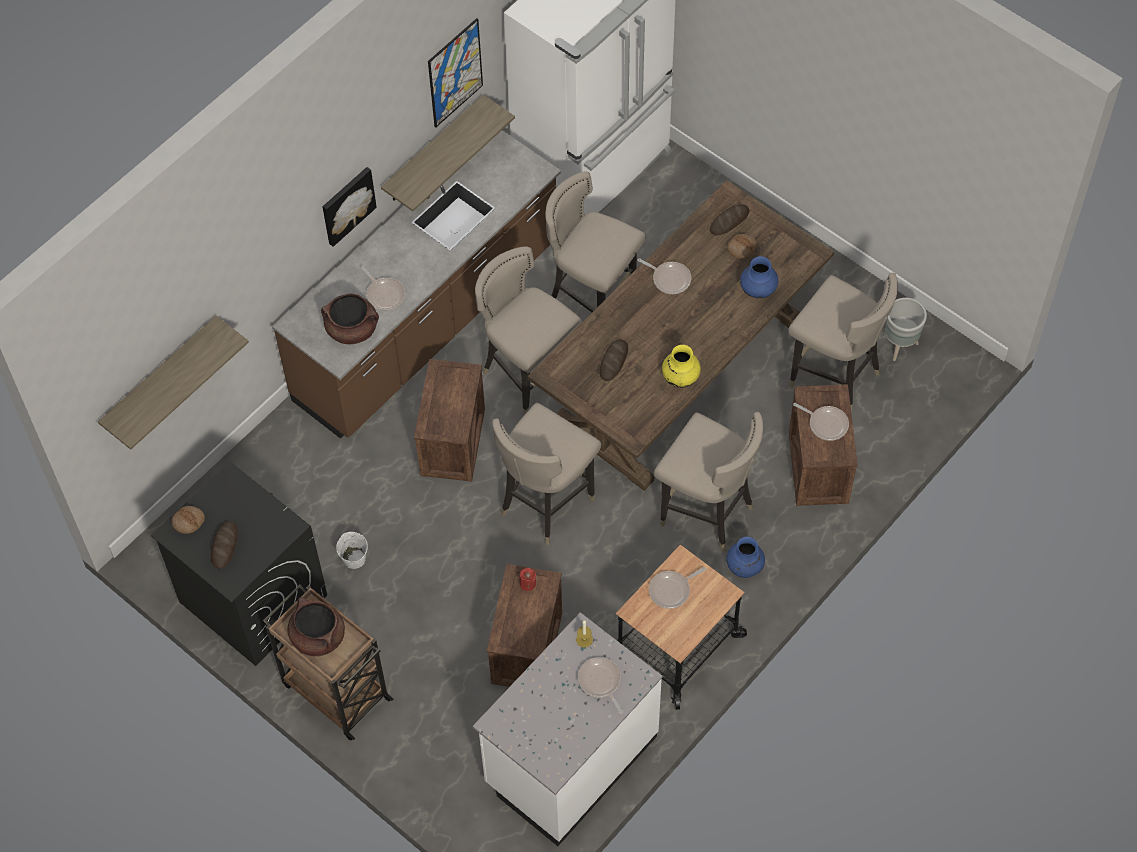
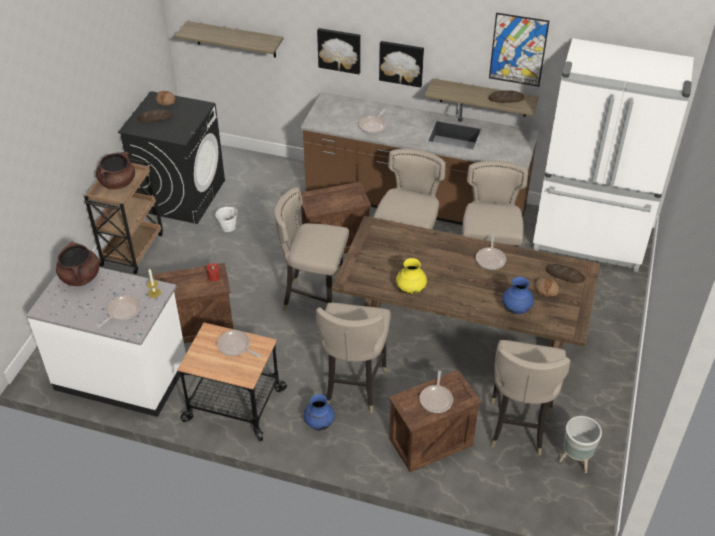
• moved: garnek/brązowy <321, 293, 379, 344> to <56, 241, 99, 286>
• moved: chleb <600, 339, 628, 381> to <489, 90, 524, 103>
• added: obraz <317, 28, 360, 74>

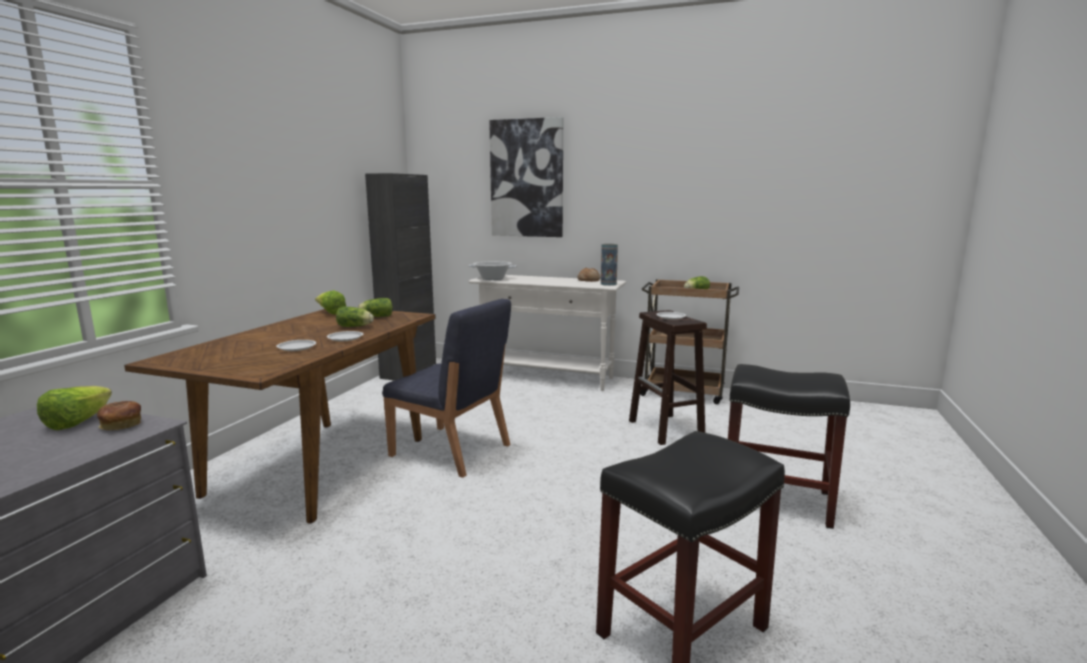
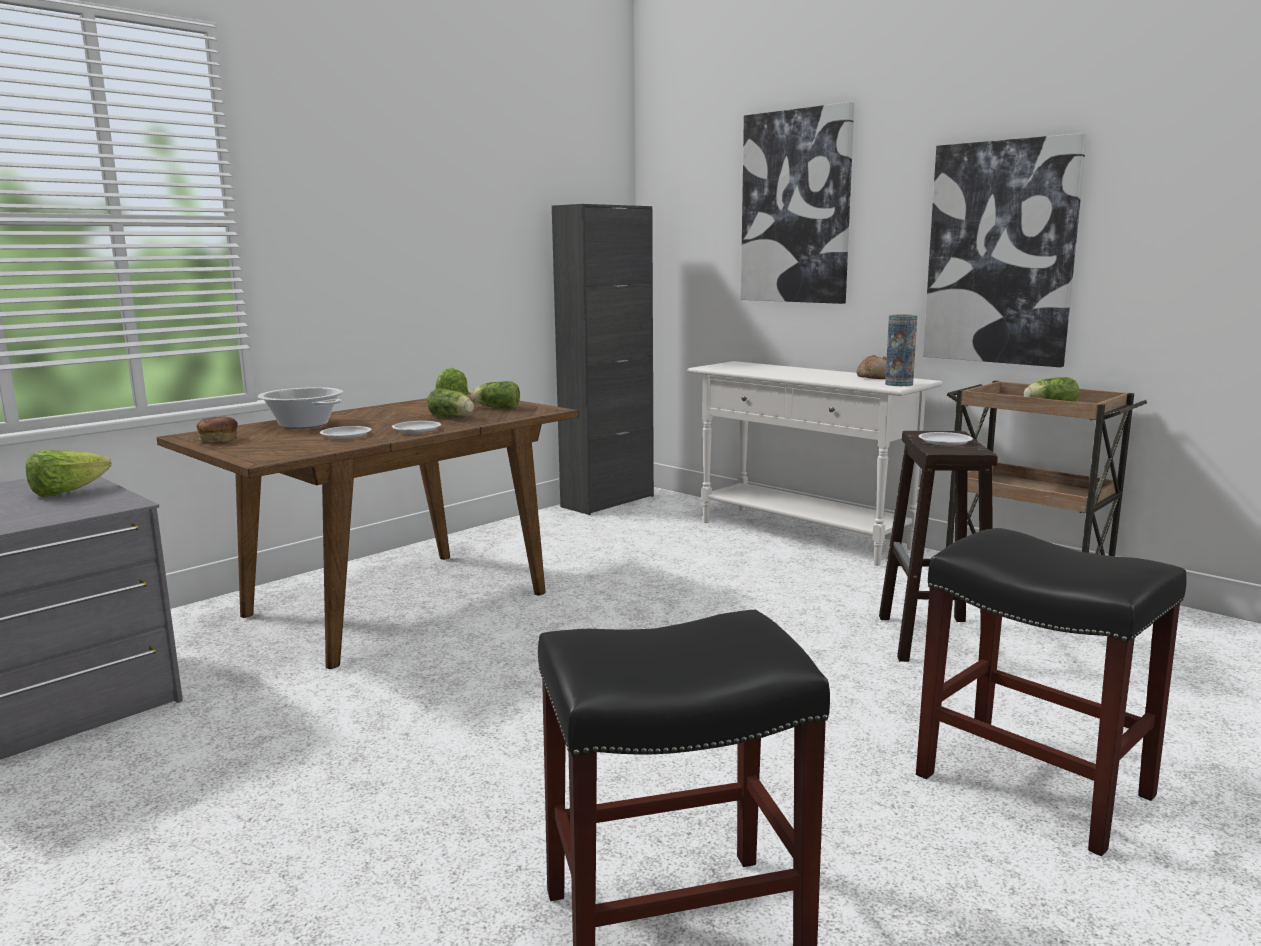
• moved: chleb <97, 401, 141, 430> to <196, 416, 238, 442>
• removed: krzesło/niebieski <382, 299, 511, 478>
• moved: garnek <468, 261, 517, 280> to <257, 387, 343, 429>
• added: obraz <923, 133, 1087, 367>

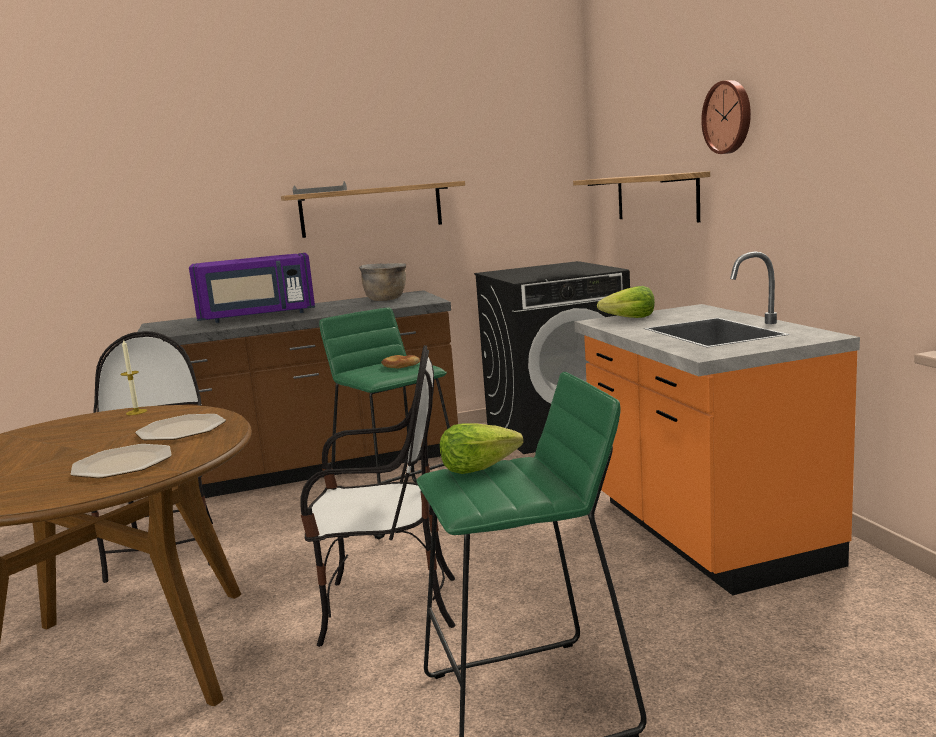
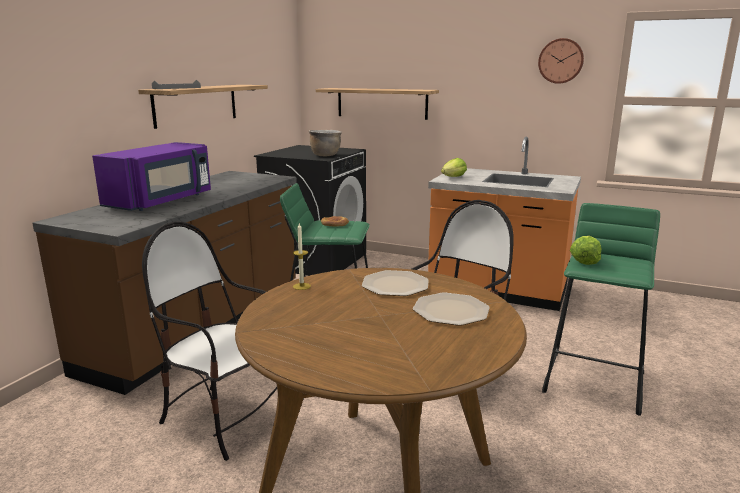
• moved: garnek/brązowy <359, 263, 406, 301> to <309, 130, 342, 156>
• moved: zegar ścienny <701, 80, 751, 154> to <538, 38, 584, 84>

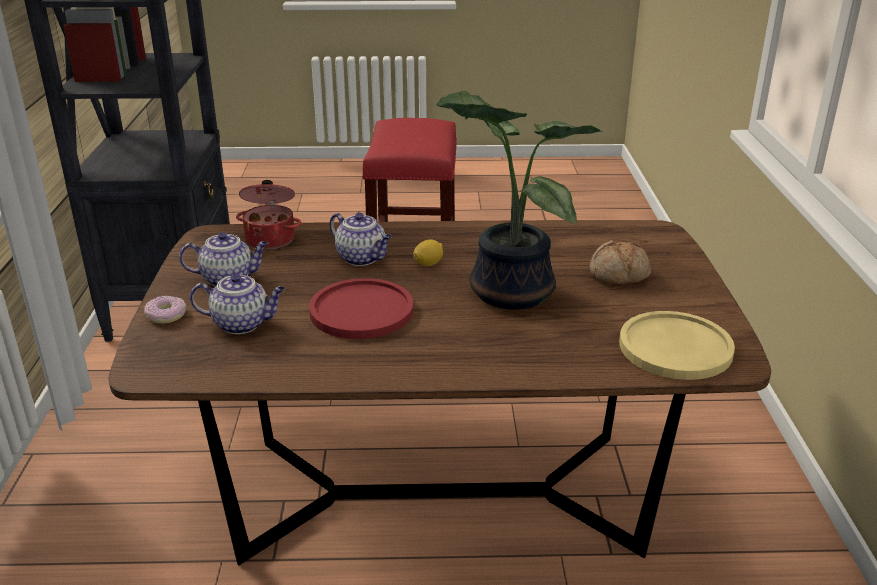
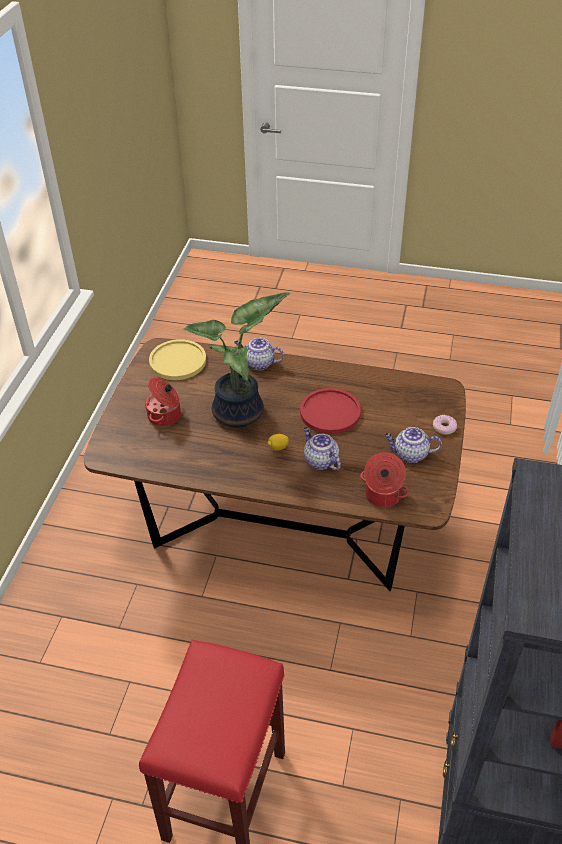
• moved: imbryk <190, 274, 285, 334> to <234, 338, 284, 370>
• replaced: chleb <590, 240, 651, 285> to garnek <145, 377, 181, 427>

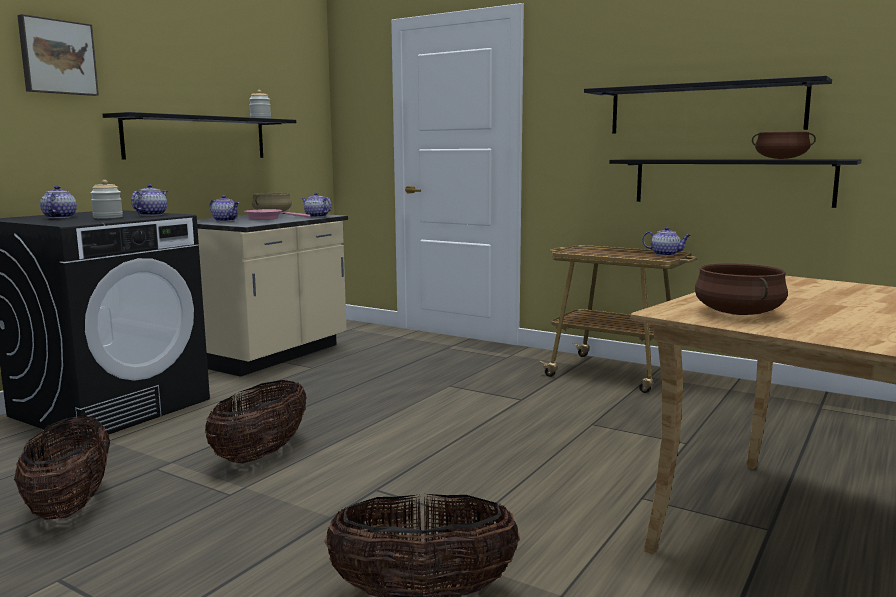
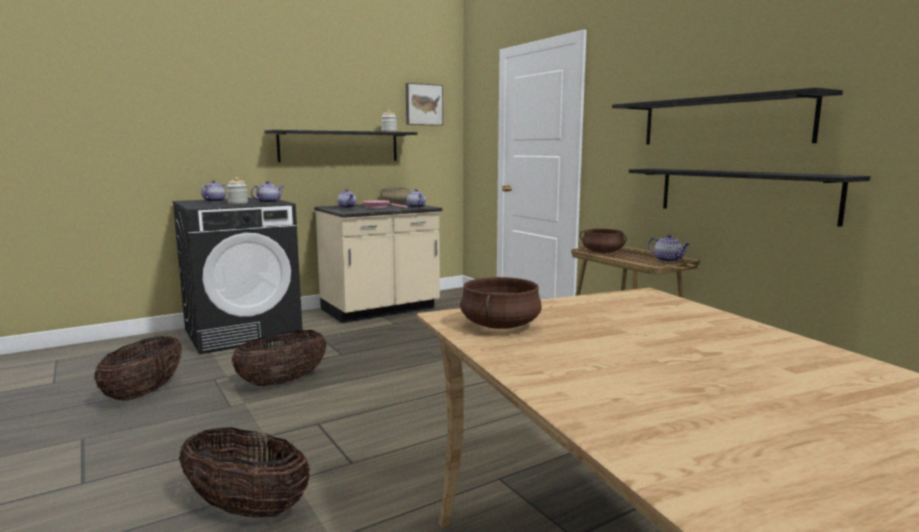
• moved: obraz <17, 14, 99, 96> to <406, 83, 443, 126>
• moved: garnek/brązowy <752, 132, 816, 159> to <580, 229, 627, 253>

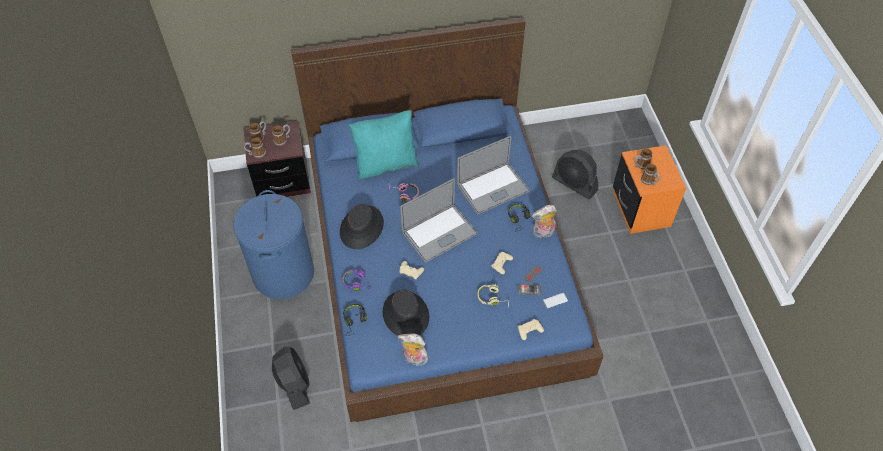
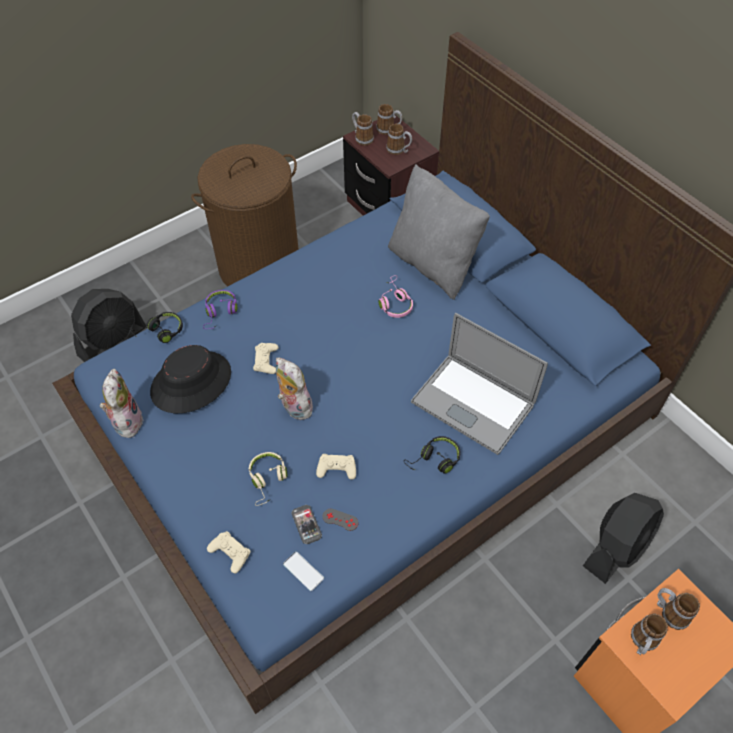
• recoloured: kosz na pranie/niebieski <233, 190, 314, 299> to kosz na pranie/brązowy <191, 144, 298, 286>
• removed: kapelusz/czarny <340, 204, 384, 249>
• recoloured: poduszka/turkusowy <349, 110, 419, 180> to poduszka/szary <388, 164, 490, 300>
• removed: laptop <400, 178, 478, 263>
• moved: pluszak <532, 205, 557, 238> to <276, 358, 313, 420>
• turned: wentylator/czarny <552, 150, 598, 199> = <583, 493, 664, 584> 150 degrees counterclockwise

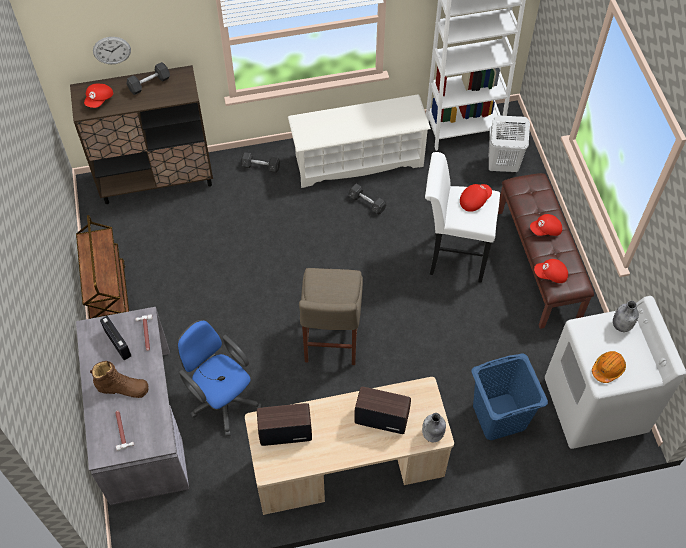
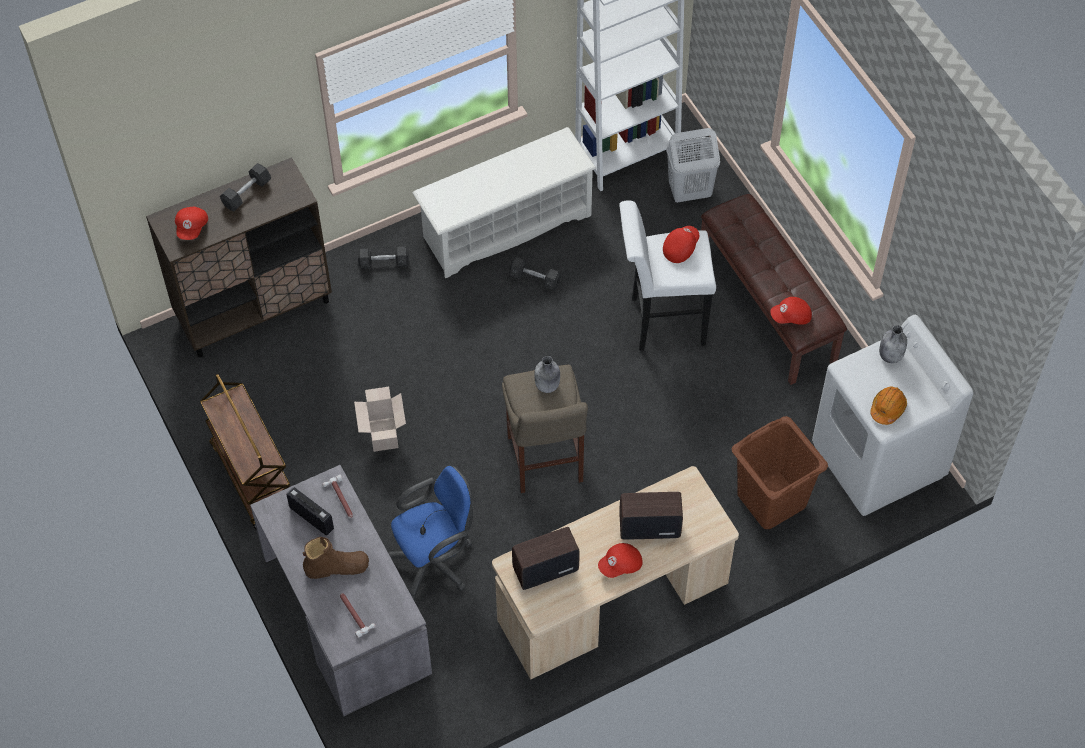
• removed: zegar ścienny <93, 37, 131, 64>
• turned: krzesło biurowe/niebieski <177, 320, 262, 436> = <388, 466, 473, 600> 120 degrees clockwise
• moved: butelka/szary <422, 413, 446, 442> to <534, 356, 560, 393>
• recoloured: kosz na pranie/niebieski <472, 353, 548, 440> to kosz na pranie/brązowy <731, 416, 828, 529>
• moved: czapka z daszkiem/czerwony <530, 214, 562, 236> to <598, 543, 643, 578>
• added: karton <354, 387, 406, 452>

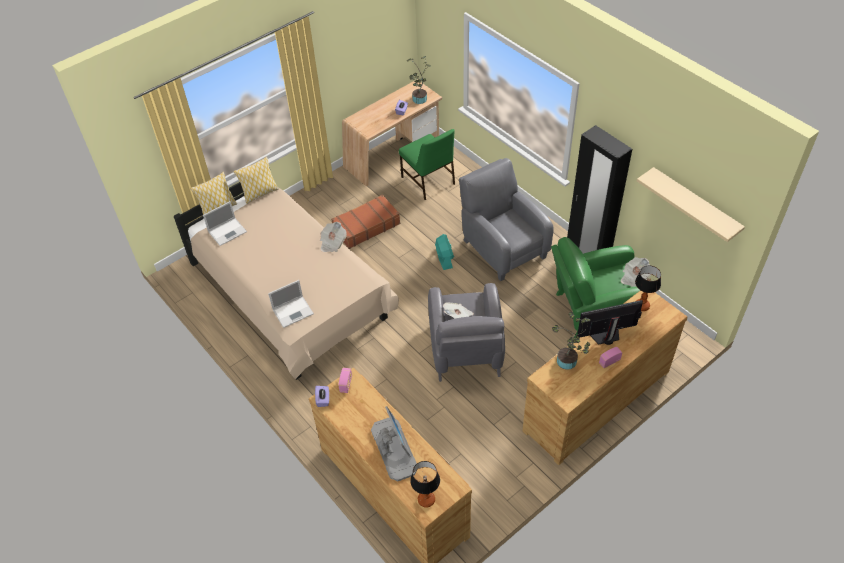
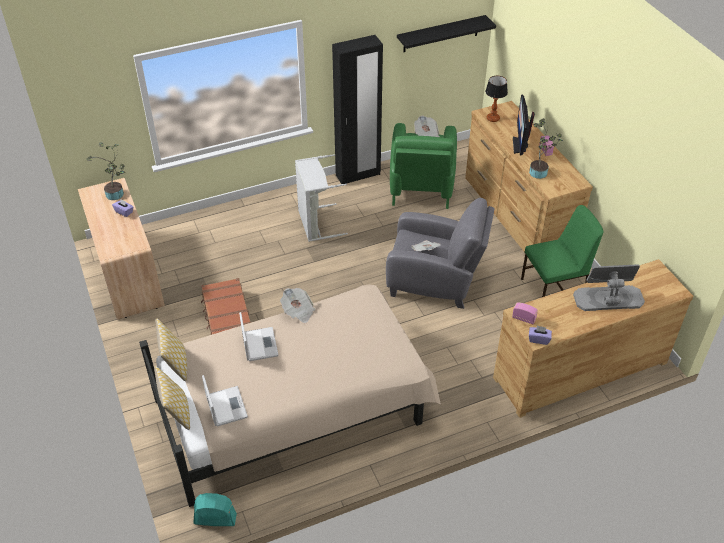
• moved: laptop <268, 280, 314, 328> to <239, 312, 278, 361>
• moved: krzesło/zielony <399, 129, 455, 200> to <521, 205, 603, 297>
• removed: lampa stołowa <410, 461, 440, 508>
• moved: wentylator/turkusowy <435, 234, 454, 270> to <193, 493, 237, 526>
• replaced: fotel/szary <459, 158, 554, 281> to kosz na pranie/szary <295, 154, 348, 242>
• recoloured: półka/beżowy <637, 167, 745, 242> to półka/czarny <397, 15, 496, 52>

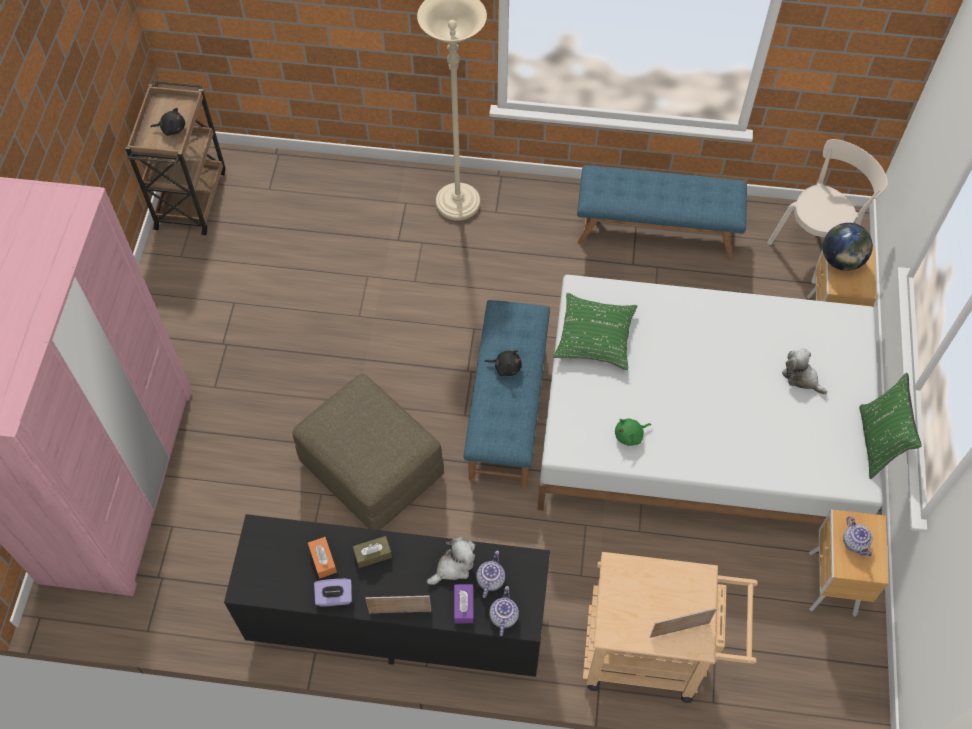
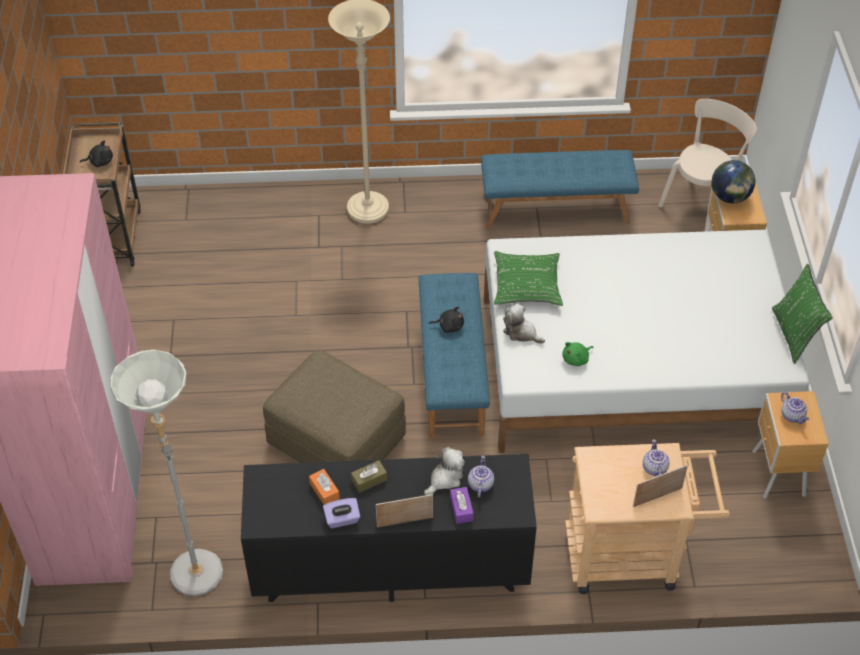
• moved: imbryk <489, 586, 519, 636> to <643, 439, 670, 477>
• moved: pluszak <782, 348, 827, 394> to <503, 304, 545, 344>
• added: lampa stojąca/szary <111, 350, 223, 596>

